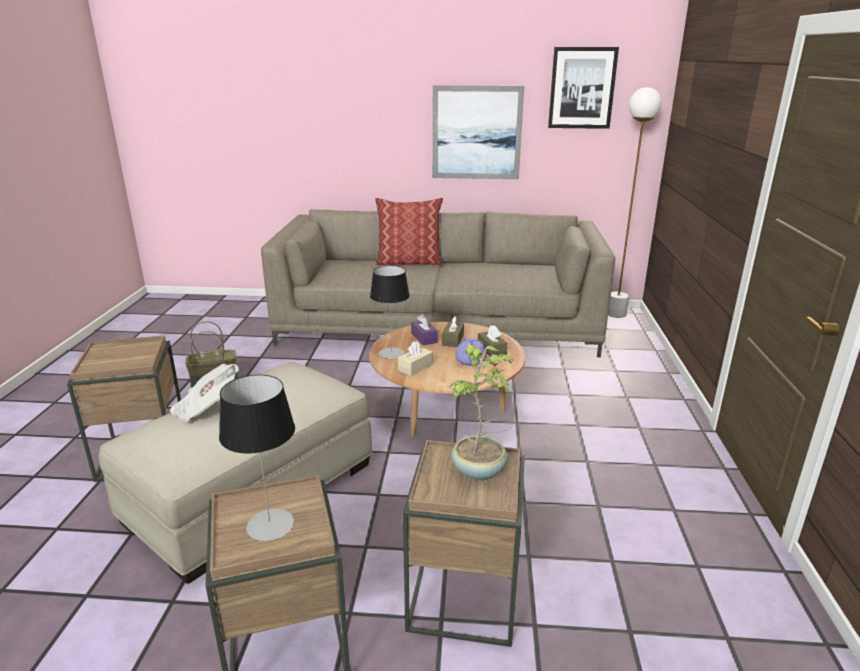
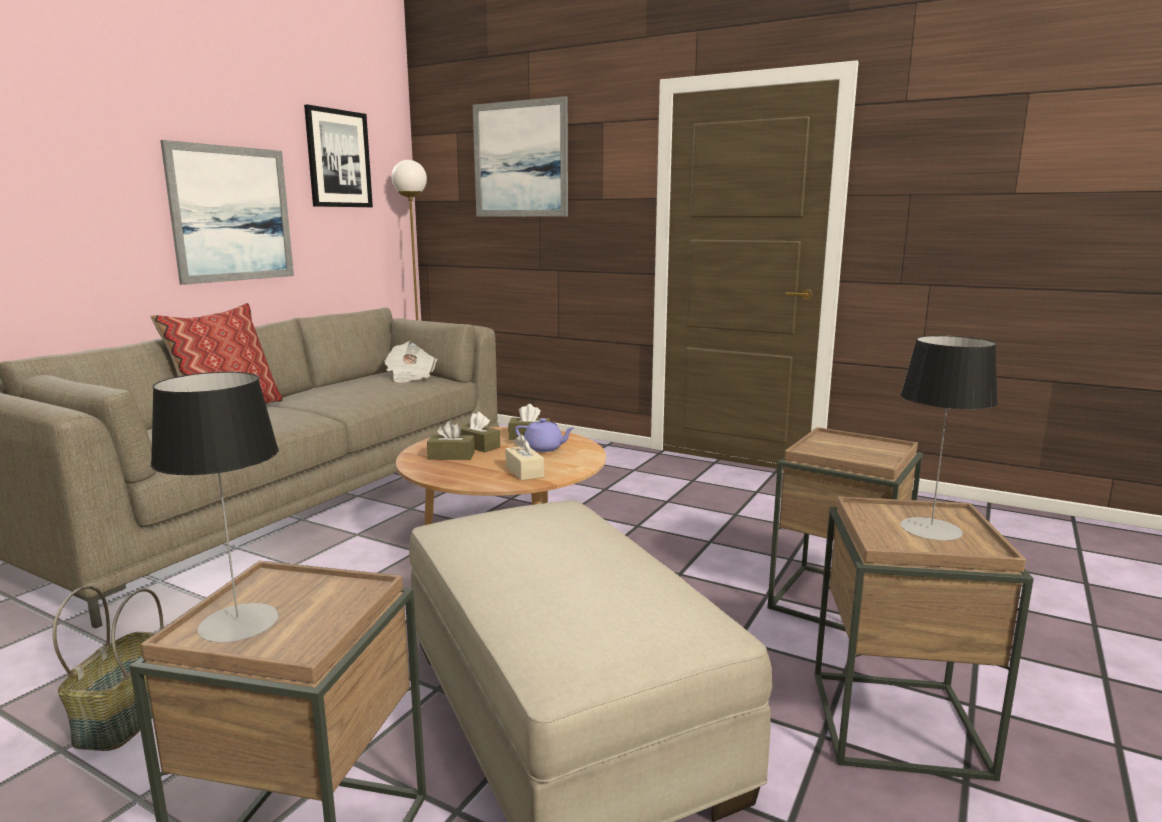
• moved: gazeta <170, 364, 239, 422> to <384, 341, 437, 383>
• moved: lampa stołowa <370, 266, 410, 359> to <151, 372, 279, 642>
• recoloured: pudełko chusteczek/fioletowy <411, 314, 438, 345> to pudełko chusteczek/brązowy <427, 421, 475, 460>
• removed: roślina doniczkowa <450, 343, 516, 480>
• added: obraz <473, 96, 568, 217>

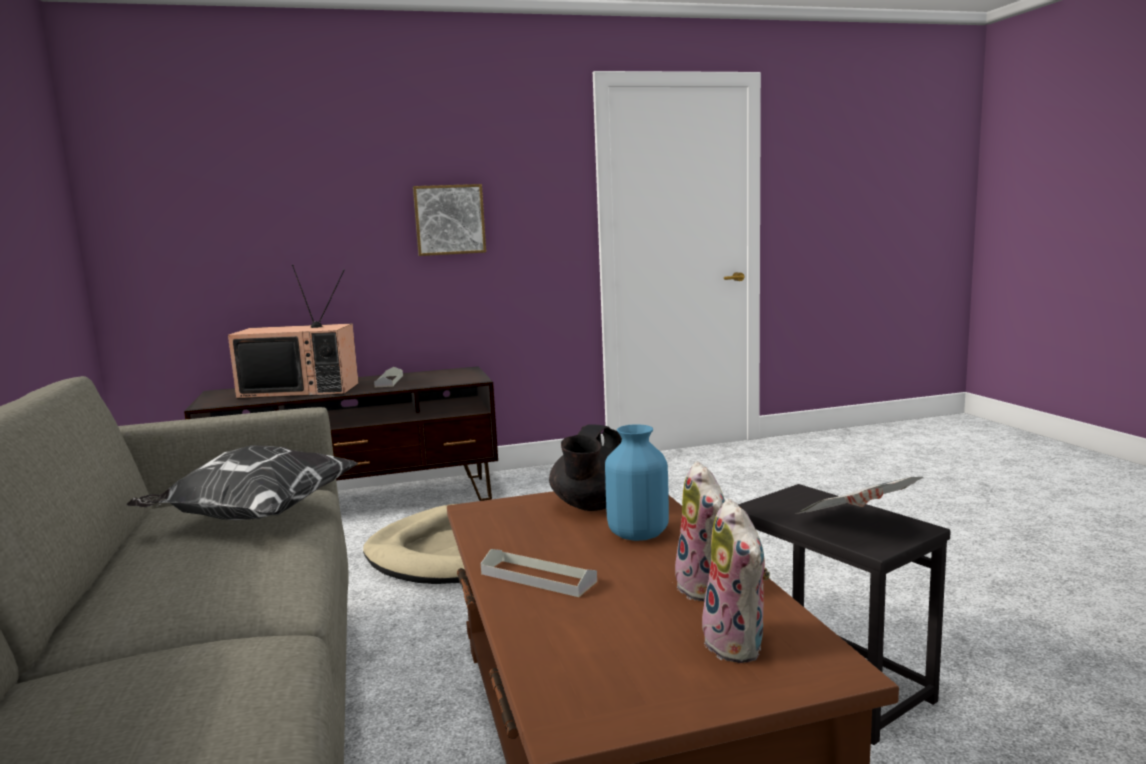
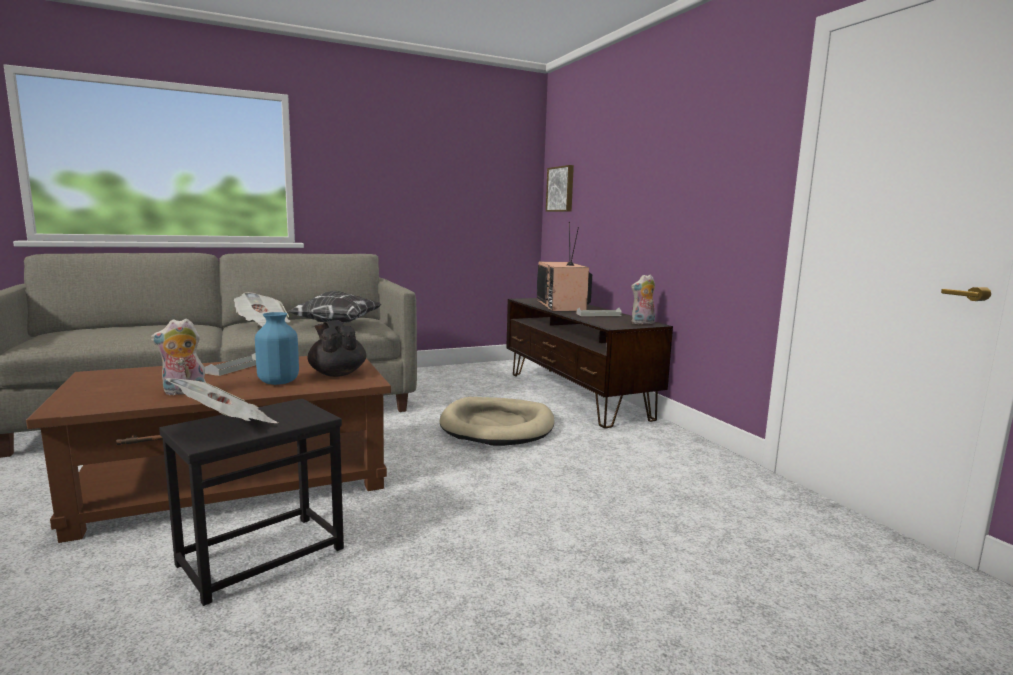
• moved: obraz <413, 184, 486, 256> to <546, 165, 574, 212>
• turned: imbryk/czarny <549, 424, 622, 511> = <308, 320, 366, 377> 45 degrees clockwise
• moved: pluszak <699, 499, 770, 663> to <631, 275, 655, 325>
• added: gazeta <234, 292, 290, 327>

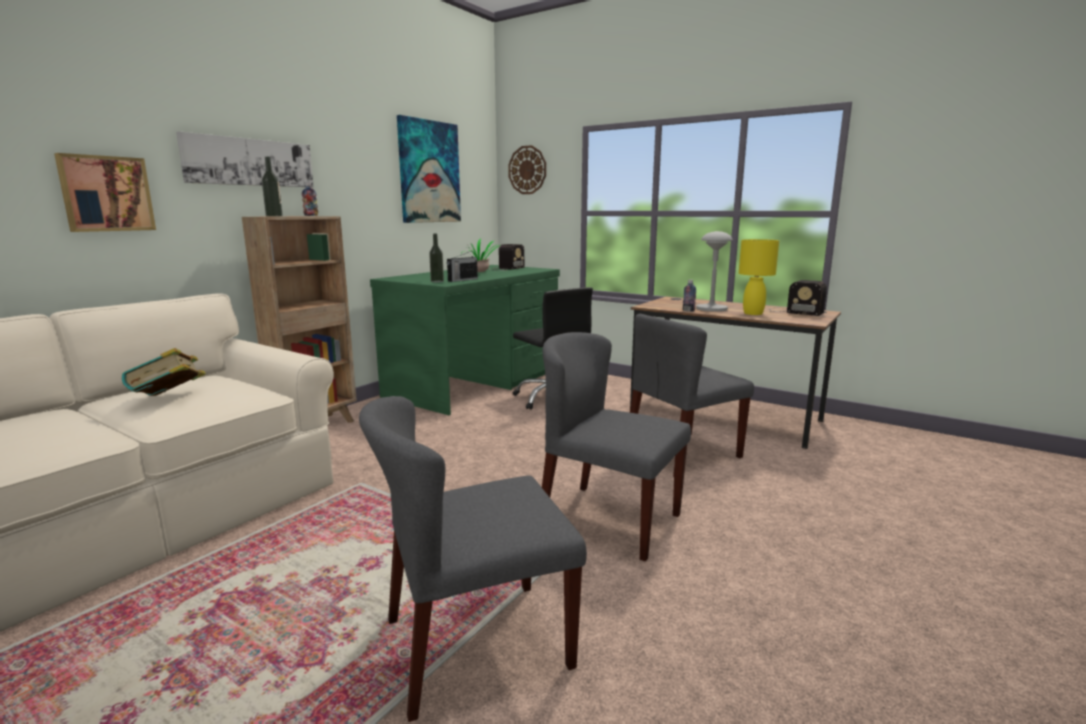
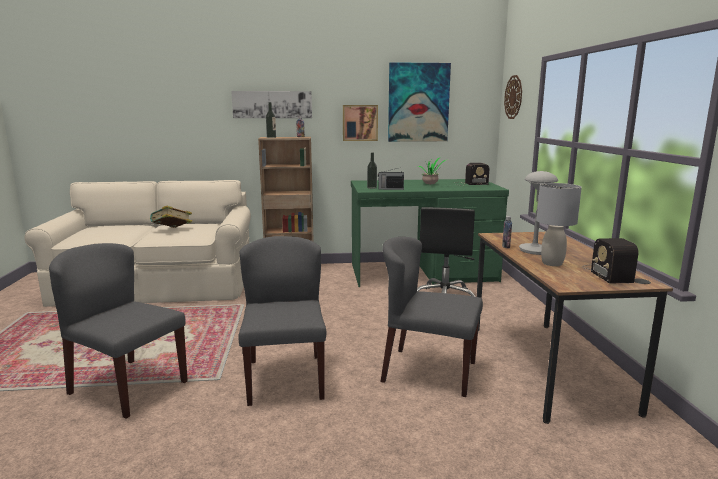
• moved: obraz <54, 153, 156, 232> to <343, 105, 378, 141>
• recoloured: lampa stołowa/żółty <739, 239, 779, 315> to lampa stołowa/szary <536, 183, 582, 266>

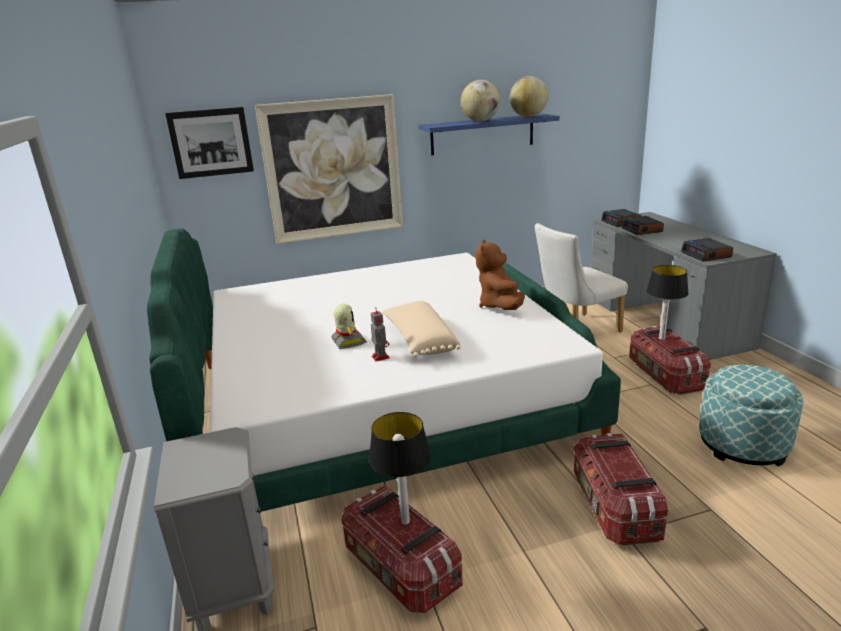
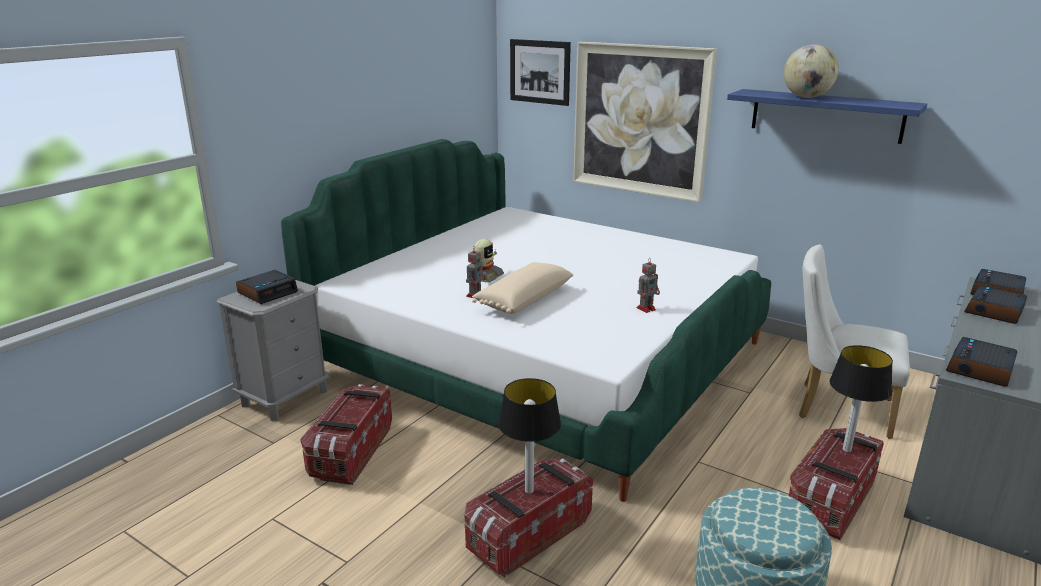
• moved: lampa stołowa <369, 412, 431, 525> to <498, 378, 561, 494>
• replaced: pluszak/brązowy <476, 240, 525, 310> to robot zabawkowy <637, 258, 660, 313>
• removed: globus <509, 76, 549, 117>
• added: budzik <236, 270, 298, 304>

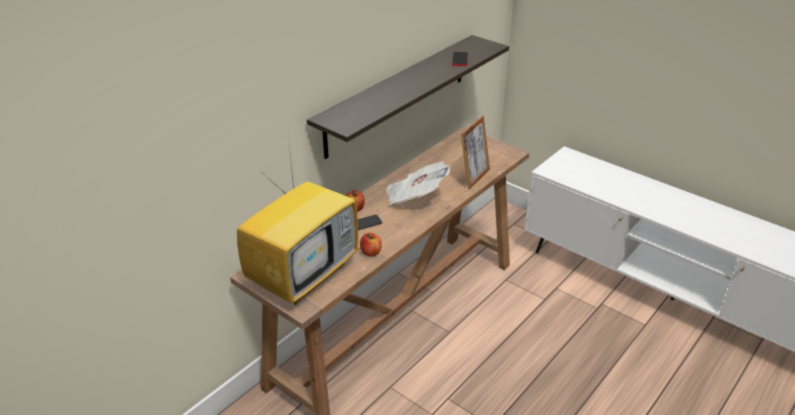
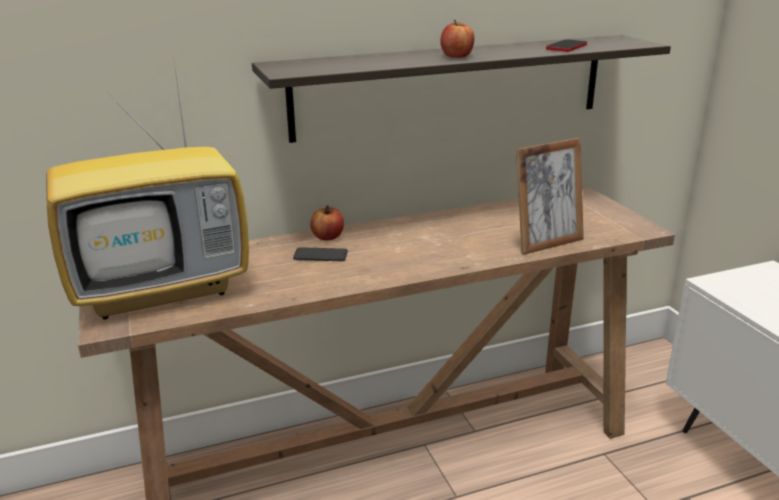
• moved: jabłko <360, 233, 382, 256> to <440, 20, 474, 58>
• removed: gazeta <386, 162, 450, 205>

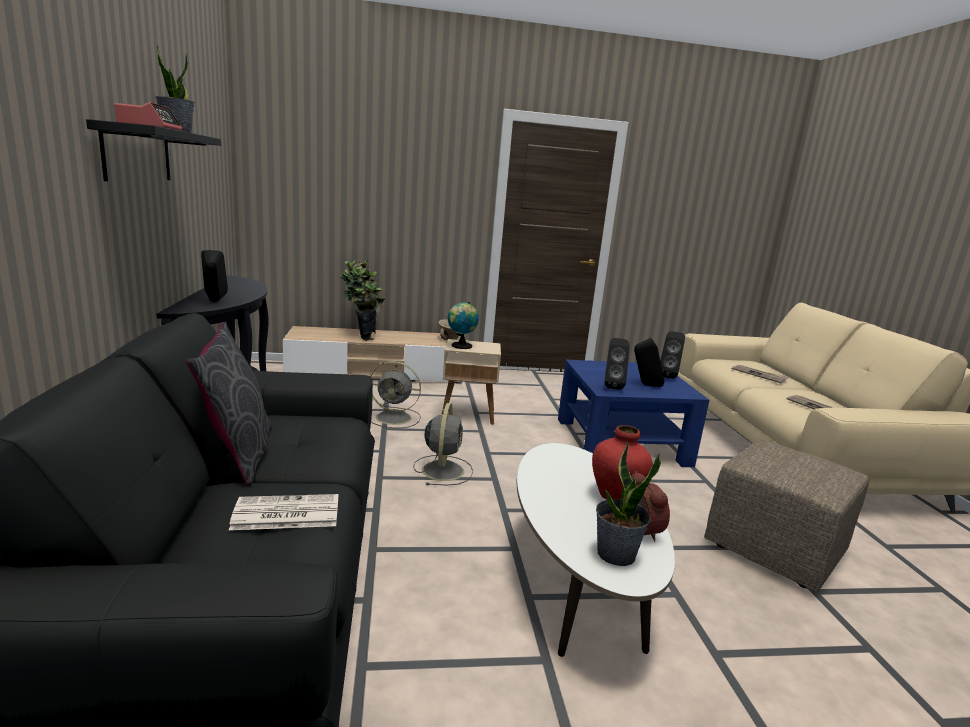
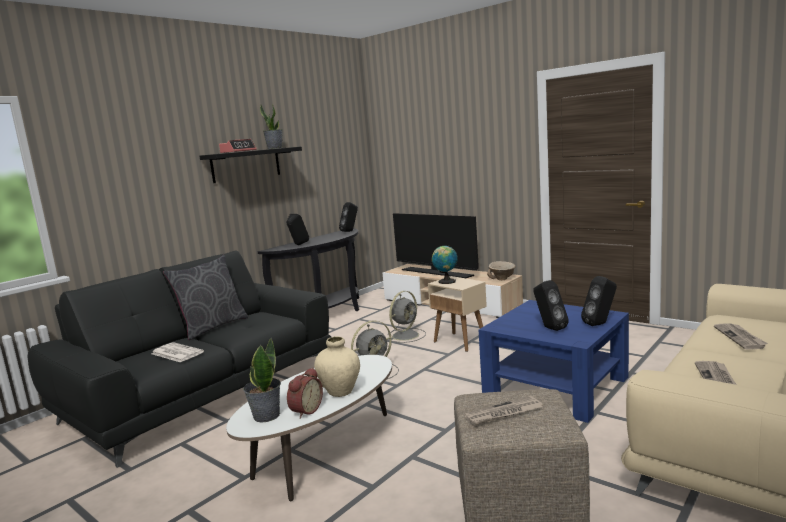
• replaced: roślina doniczkowa <340, 260, 385, 341> to telewizor <393, 213, 479, 278>
• turned: wentylator/szary <371, 361, 421, 428> = <387, 291, 426, 343> 105 degrees counterclockwise
• recoloured: wazon/czerwony <592, 425, 653, 500> to wazon/beżowy <314, 336, 360, 397>
• moved: głośnik/czarny <604, 338, 629, 390> to <339, 202, 358, 232>
• added: gazeta <464, 396, 543, 426>

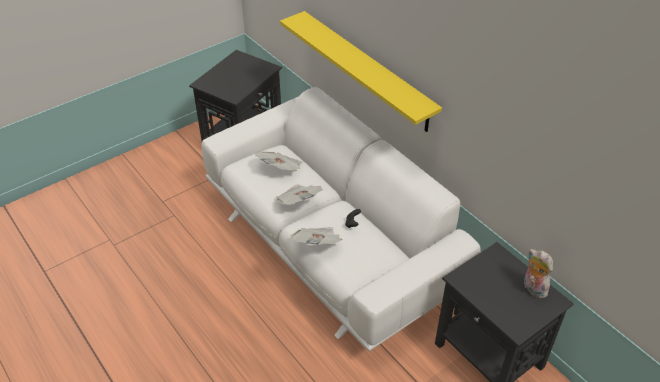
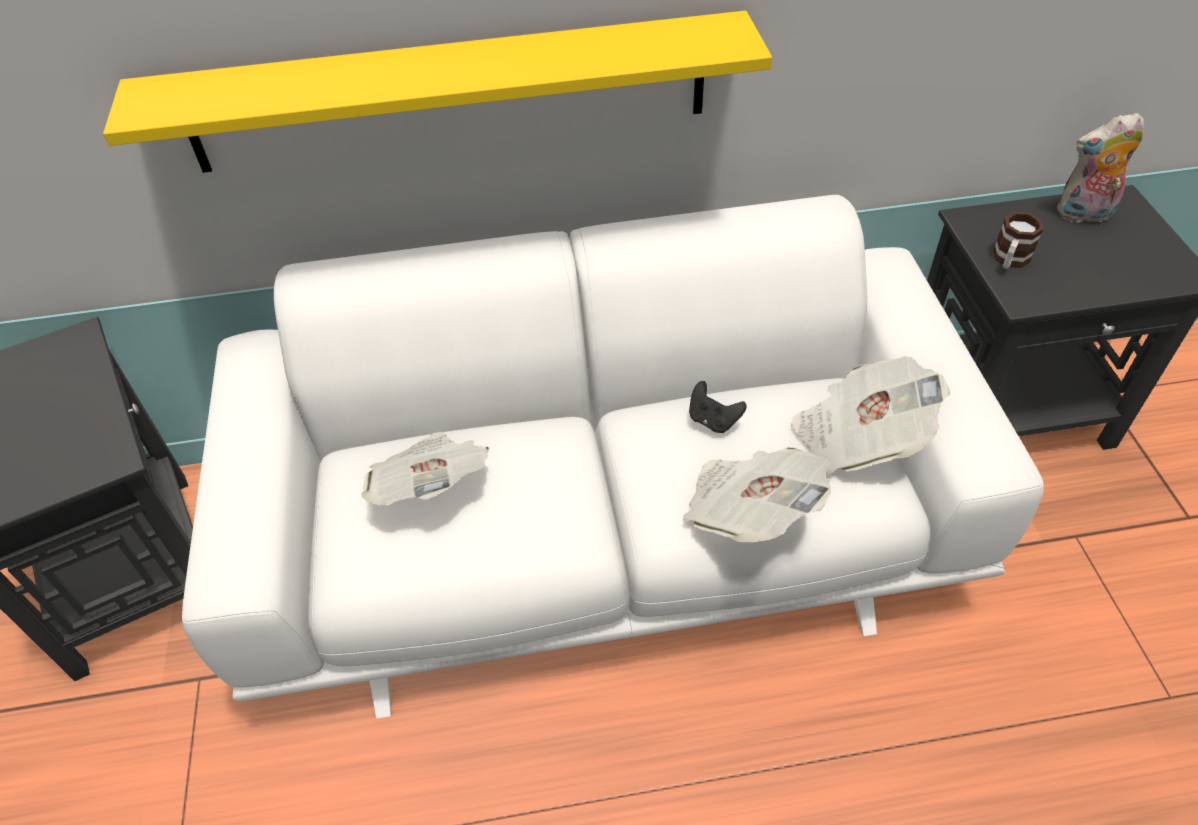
• moved: gazeta <276, 185, 323, 205> to <791, 356, 950, 474>
• added: kubek <993, 212, 1044, 269>

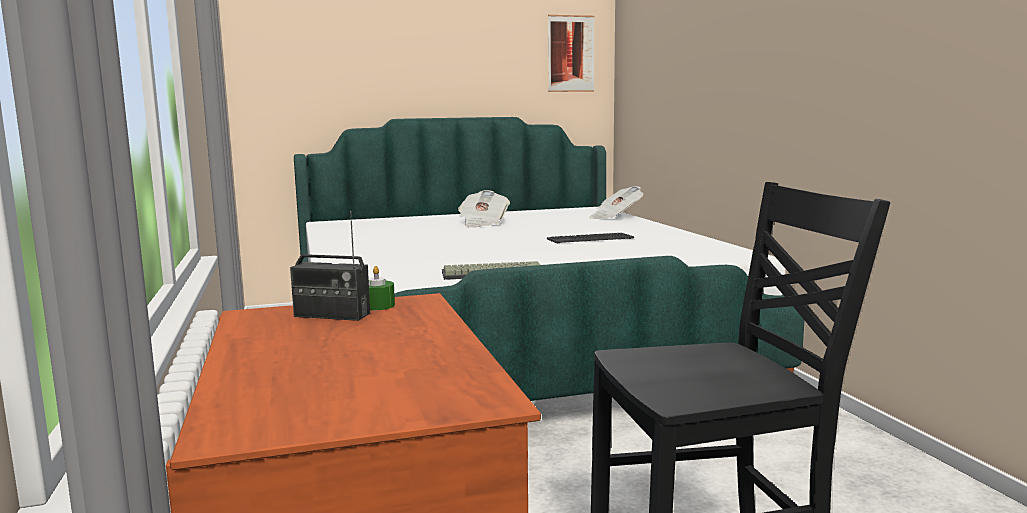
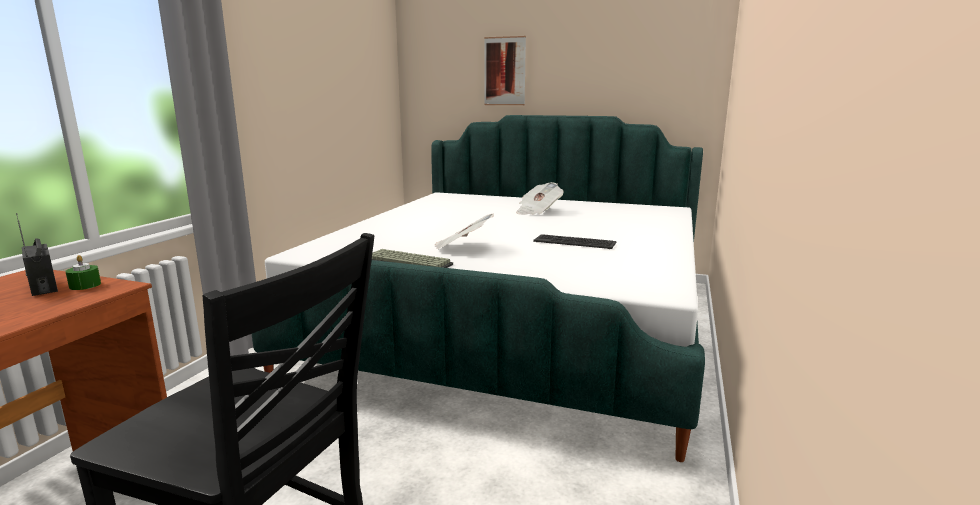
• moved: obraz <548, 15, 595, 92> to <484, 36, 526, 105>
• moved: gazeta <590, 186, 643, 219> to <435, 214, 494, 249>

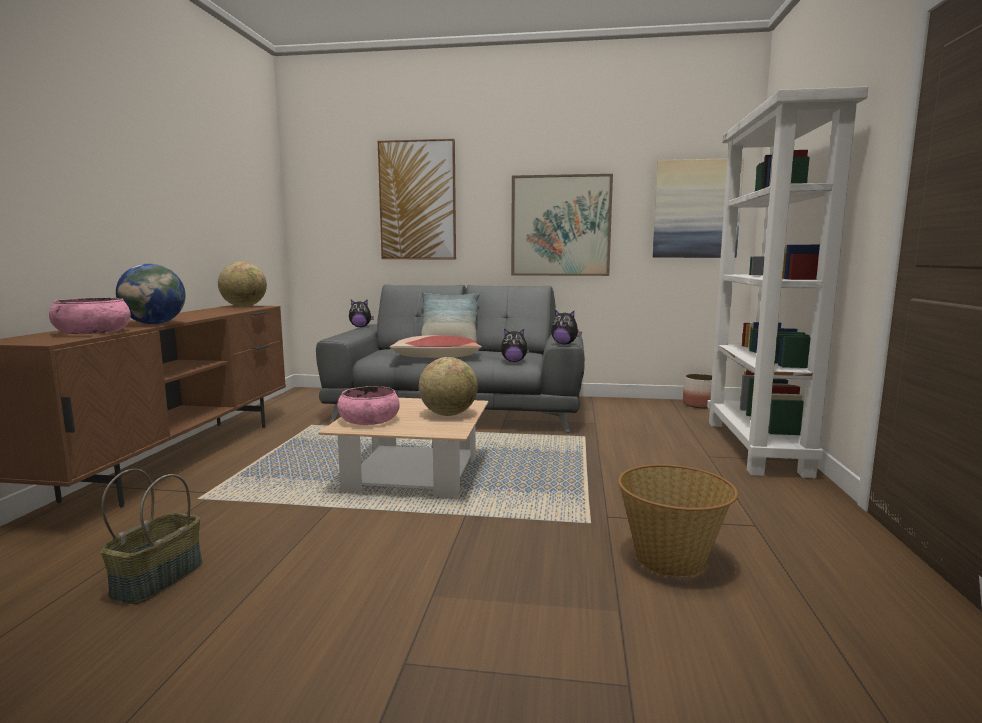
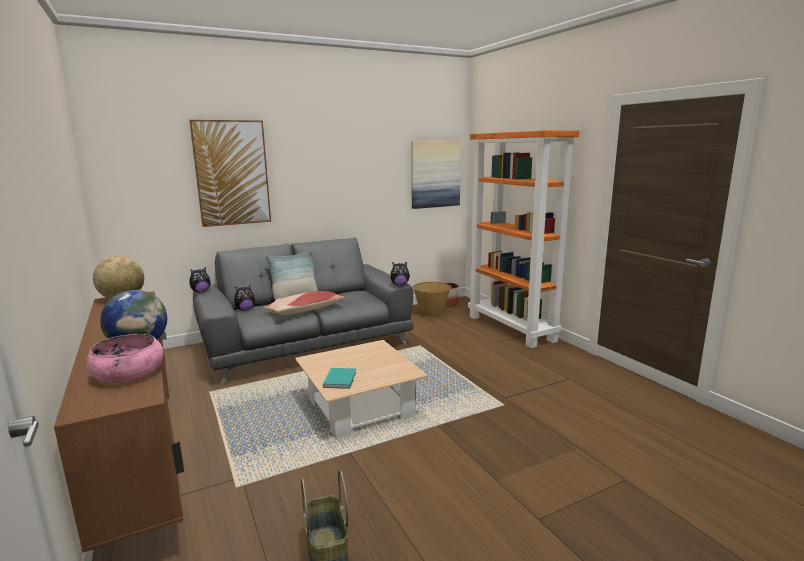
• replaced: miska/różowy <337, 386, 400, 425> to książka/turkusowy <323, 368, 356, 389>
• removed: globus <419, 357, 478, 416>
• moved: pluszak <501, 329, 529, 362> to <234, 285, 255, 311>
• removed: obraz <511, 174, 613, 276>
• moved: koszyk <618, 464, 738, 577> to <413, 282, 452, 317>
• recoloured: regał/biały <707, 86, 868, 478> to regał/pomarańczowy <468, 130, 579, 348>

